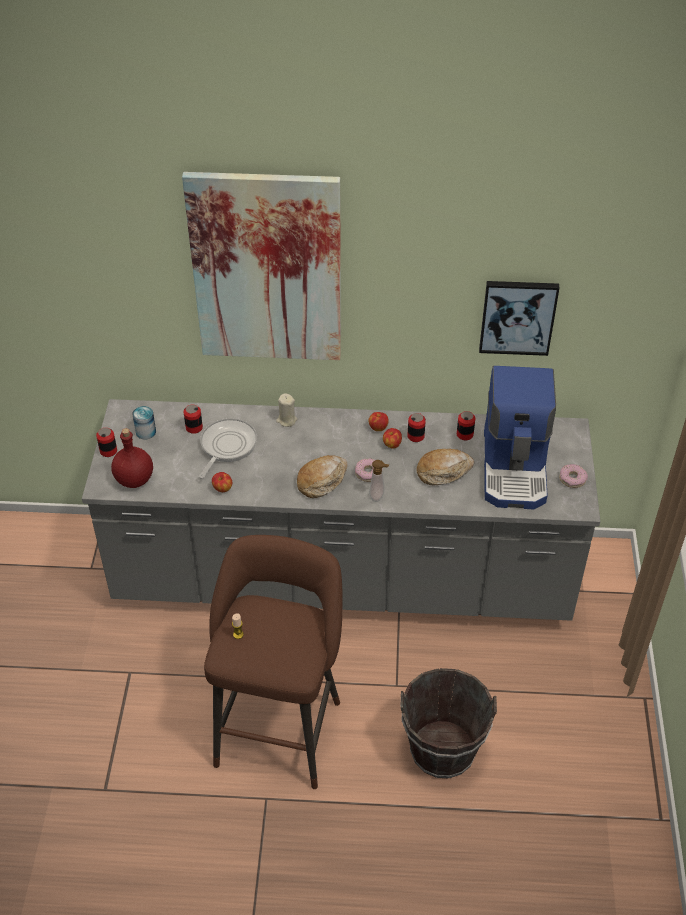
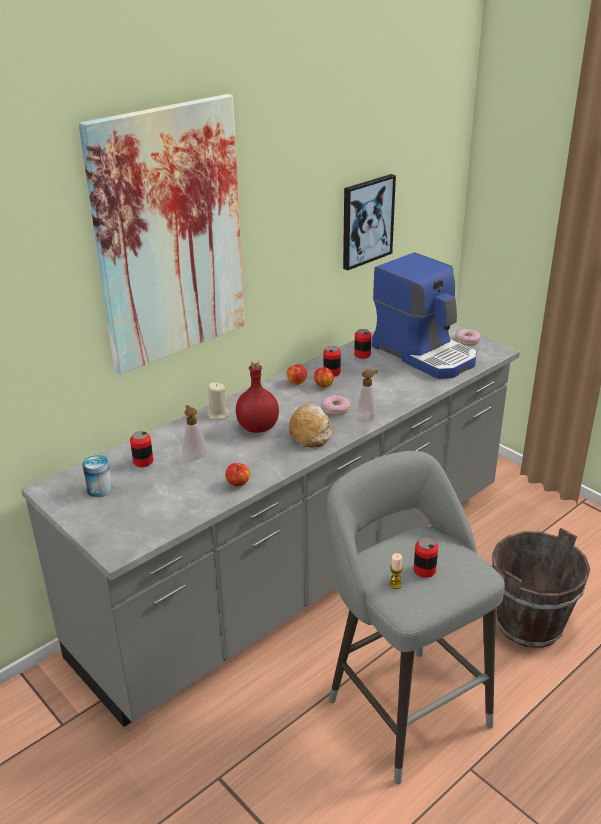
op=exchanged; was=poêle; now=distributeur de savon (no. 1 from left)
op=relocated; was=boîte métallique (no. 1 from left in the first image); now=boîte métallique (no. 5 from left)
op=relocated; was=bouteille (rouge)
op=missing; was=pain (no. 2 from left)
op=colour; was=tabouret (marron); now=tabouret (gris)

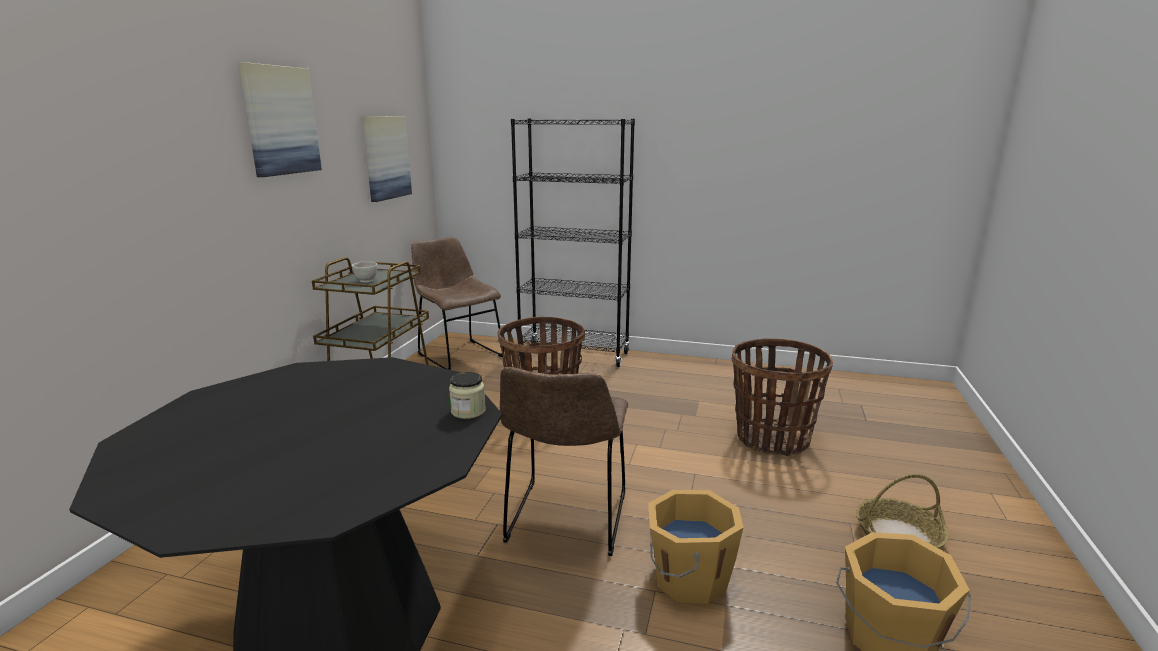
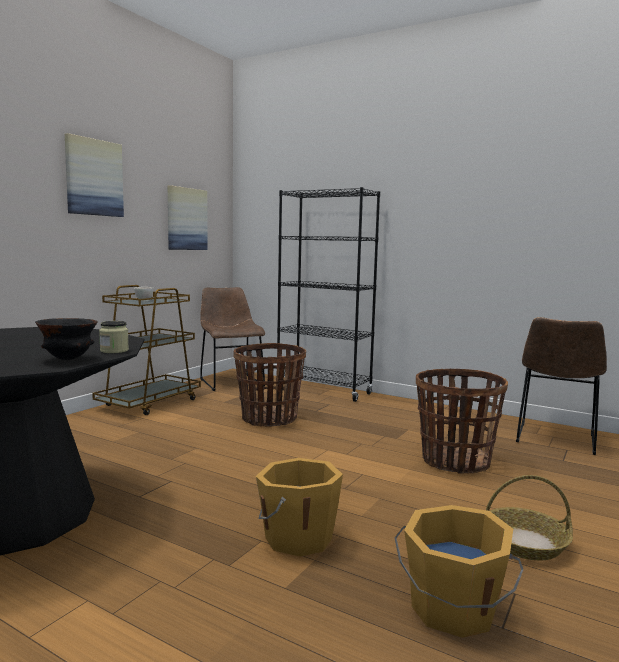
op=relocated; was=chaise (marron) (no. 2 from left)
op=appeared; now=bol (noir)

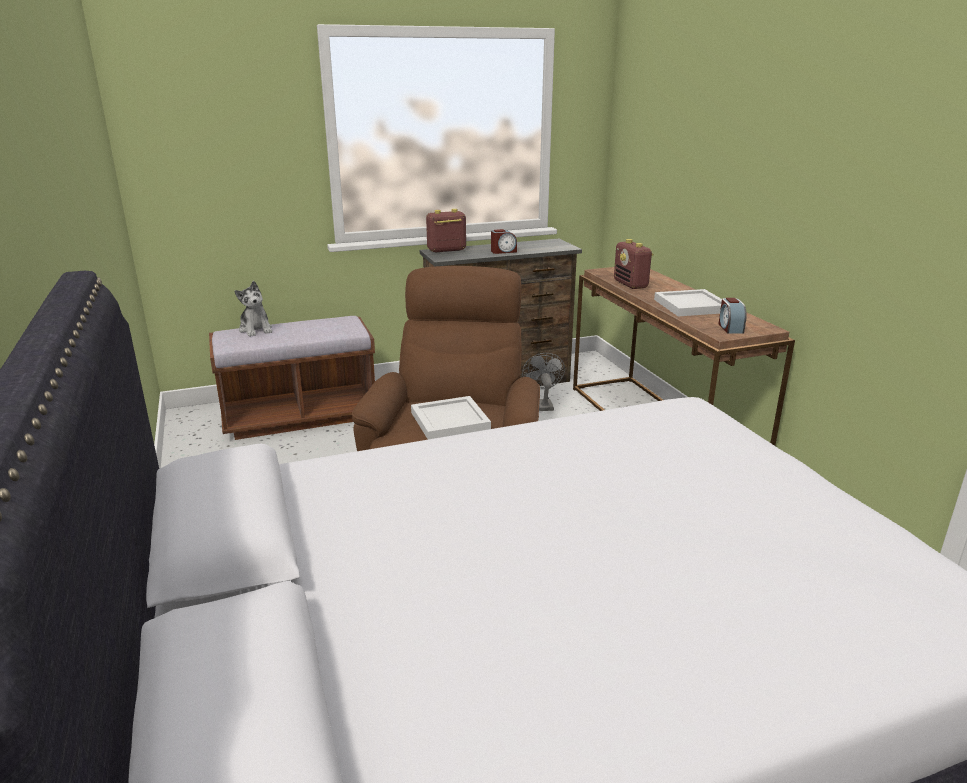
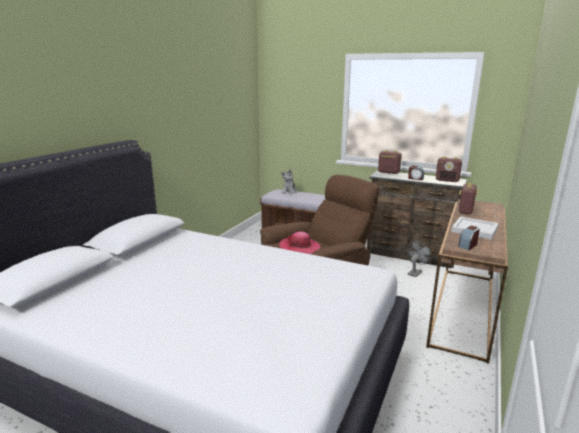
op=exchanged; was=plateau (blanc) (no. 1 from left); now=chapeau
op=appeared; now=radio (no. 2 from left)

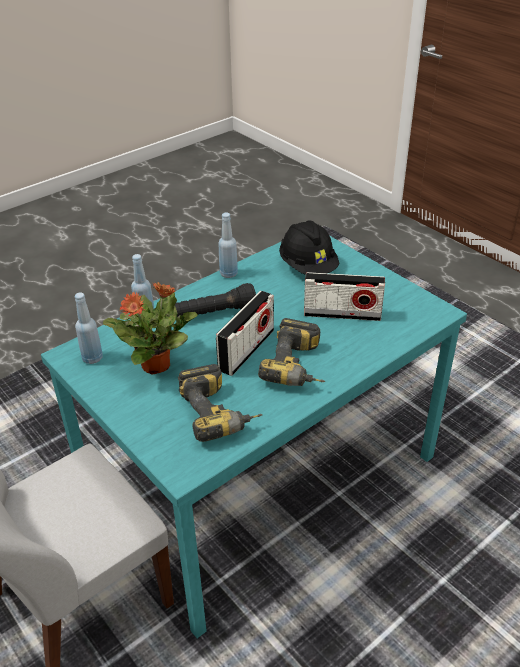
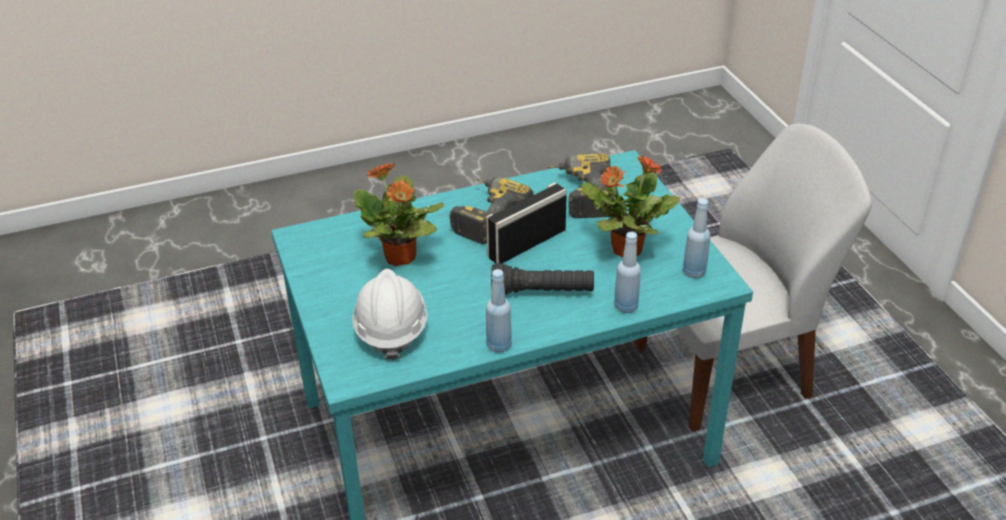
op=colour; was=casque de chantier (noir); now=casque de chantier (blanc)
op=exchanged; was=radio (no. 2 from left); now=plante en pot (no. 1 from left)

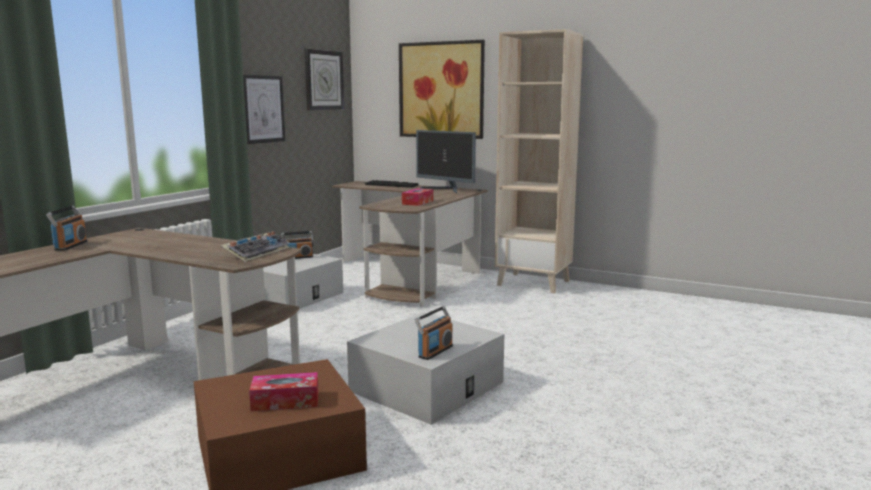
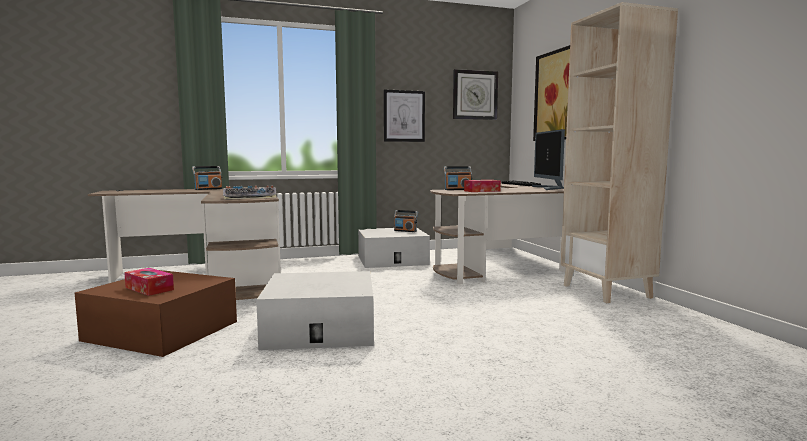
op=relocated; was=radio (no. 3 from left)

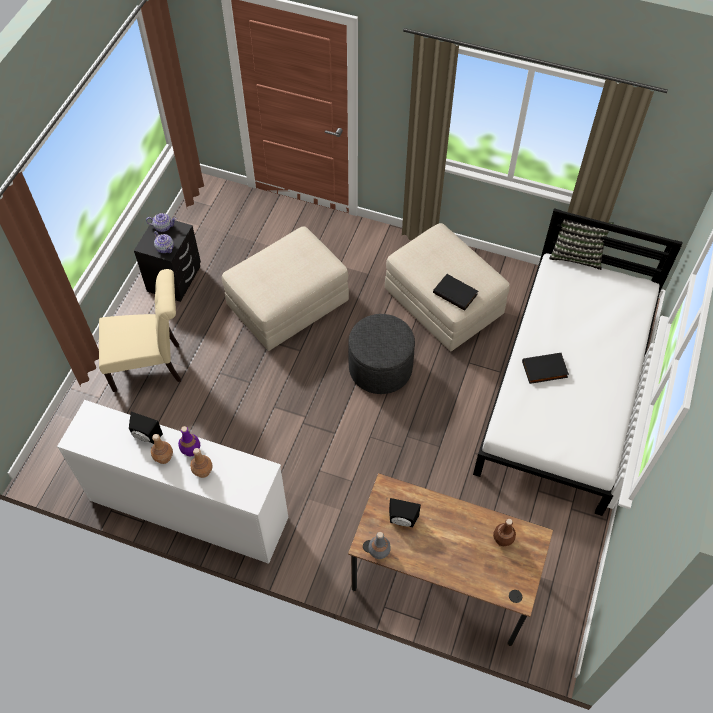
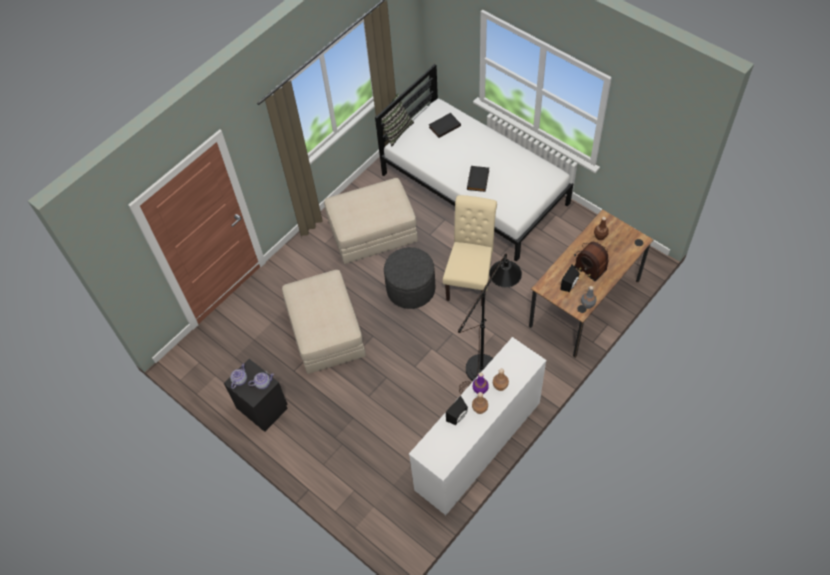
op=relocated; was=chaise (beige)
op=relocated; was=livre (noir) (no. 1 from left)
op=appeared; now=radio
op=appeared; now=lampadaire (noir)

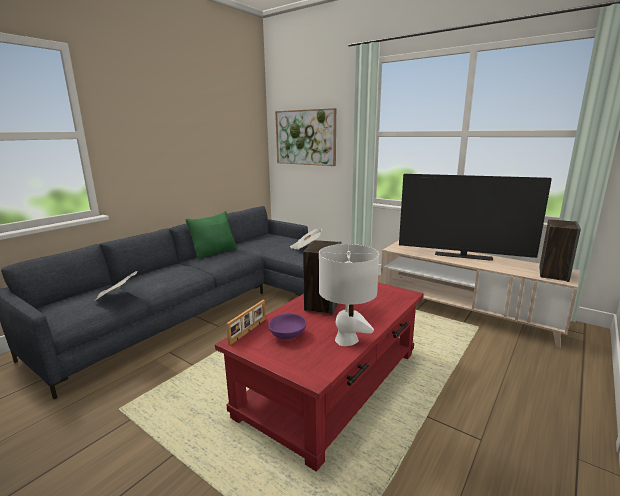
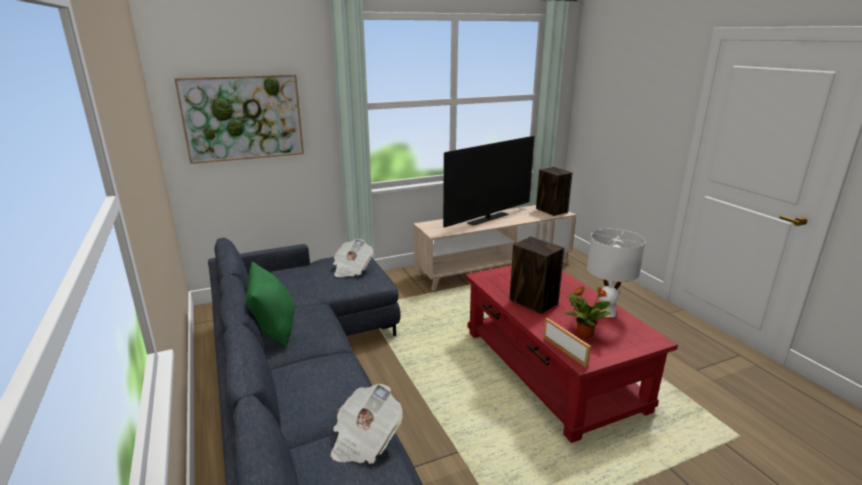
op=exchanged; was=bol (violet); now=plante en pot

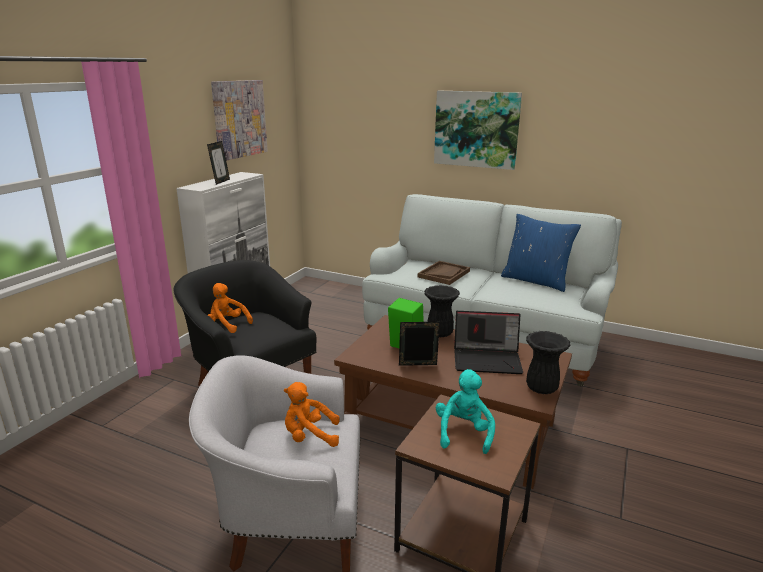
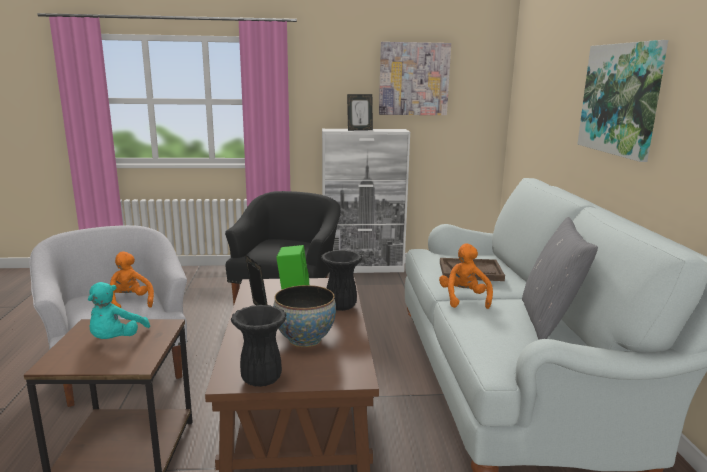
op=colour; was=coussin (bleu); now=coussin (gris)
op=relocated; was=peluche (orange) (no. 1 from left in the first image); now=peluche (orange) (no. 2 from left)
op=exchanged; was=ordinateur portable; now=bol
op=spun; was=peluche (turquoise); clockwise=120

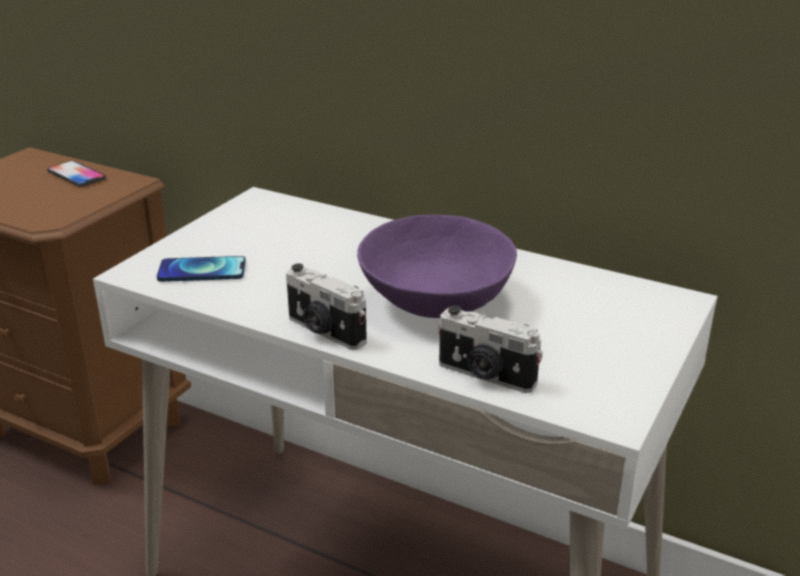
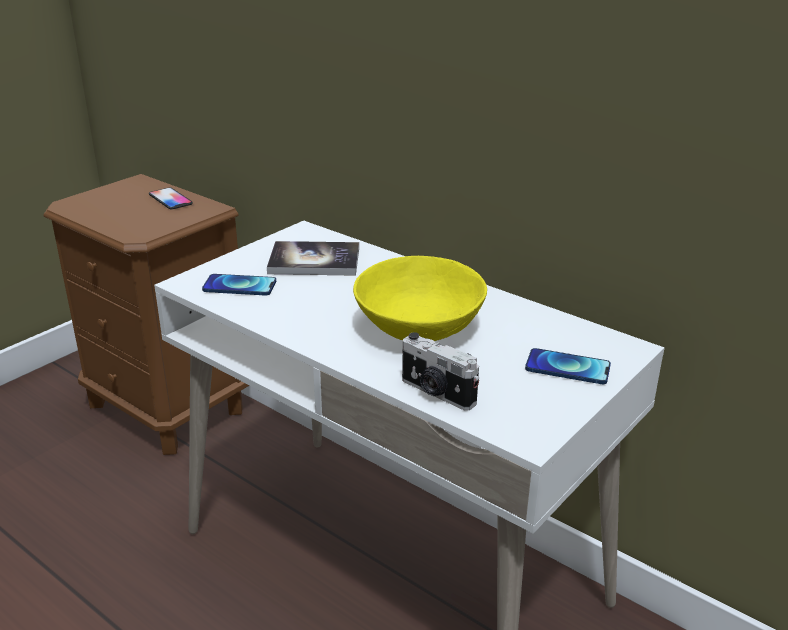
op=colour; was=bol (violet); now=bol (jaune)
op=missing; was=appareil photo (no. 1 from left)
op=appeared; now=livre
op=appeared; now=téléphone (no. 3 from left)

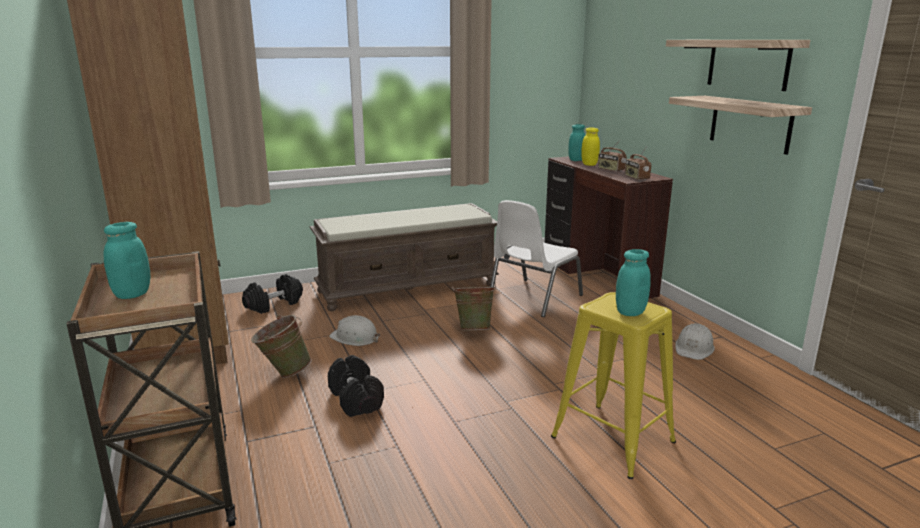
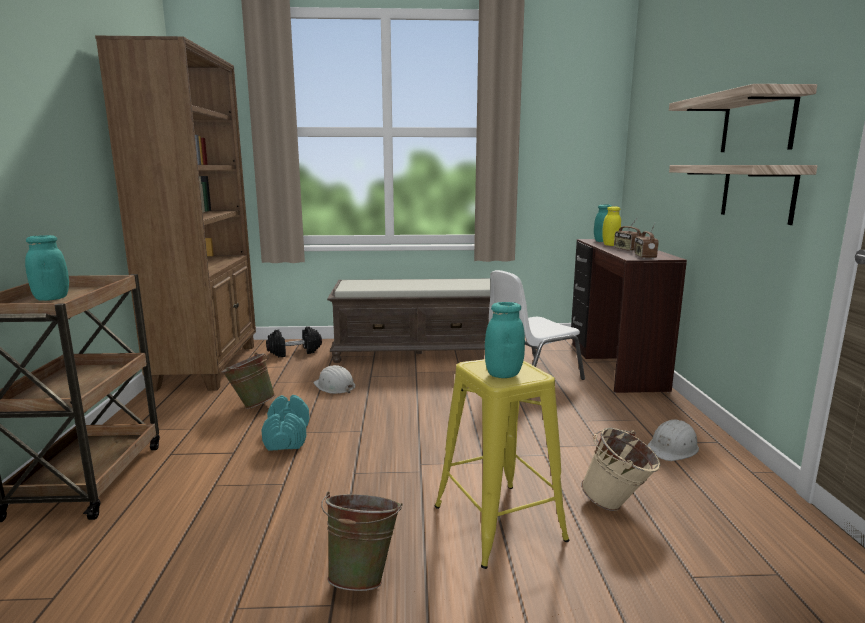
op=relocated; was=seau (vert) (no. 2 from left)
op=colour; was=haltère (noir) (no. 2 from left); now=haltère (turquoise)
op=appeared; now=seau (beige)

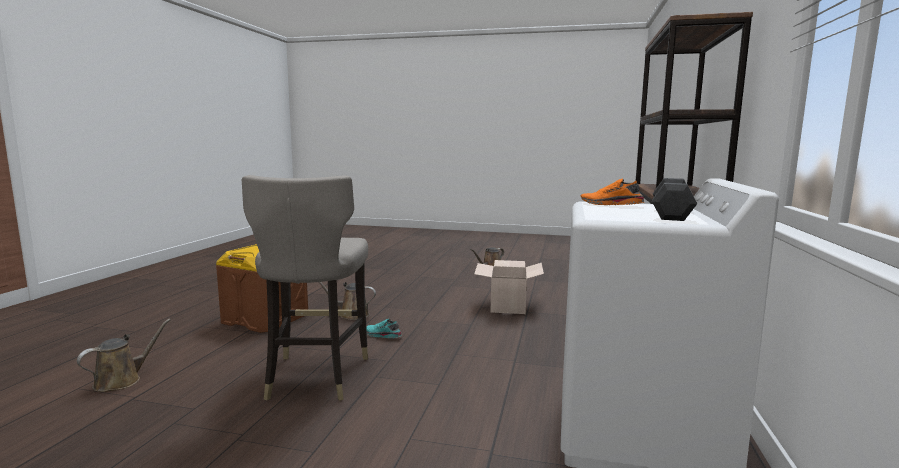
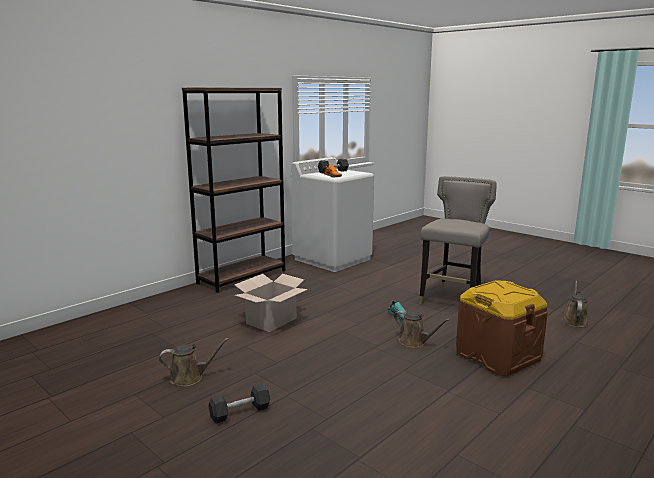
op=spun; was=arrosoir (marron) (no. 1 from left in the first image); clockwise=135
op=appeared; now=haltère (noir) (no. 1 from left)

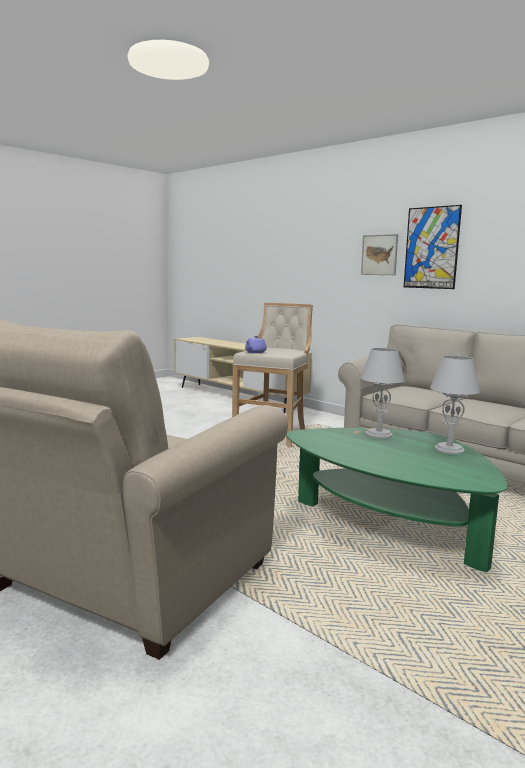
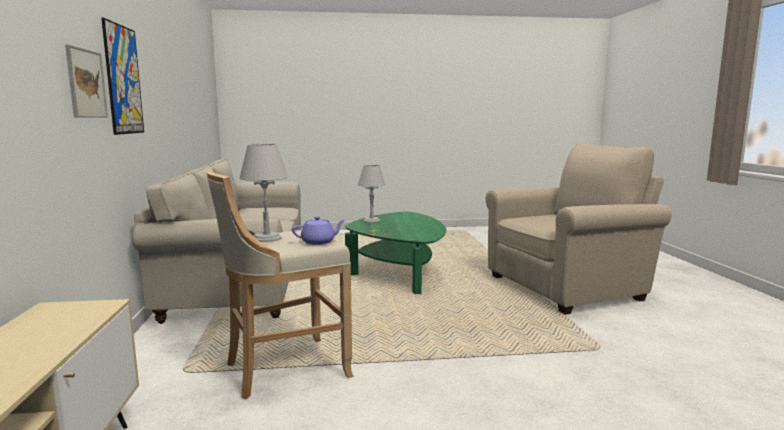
op=relocated; was=lampe de table (gris) (no. 1 from left)

